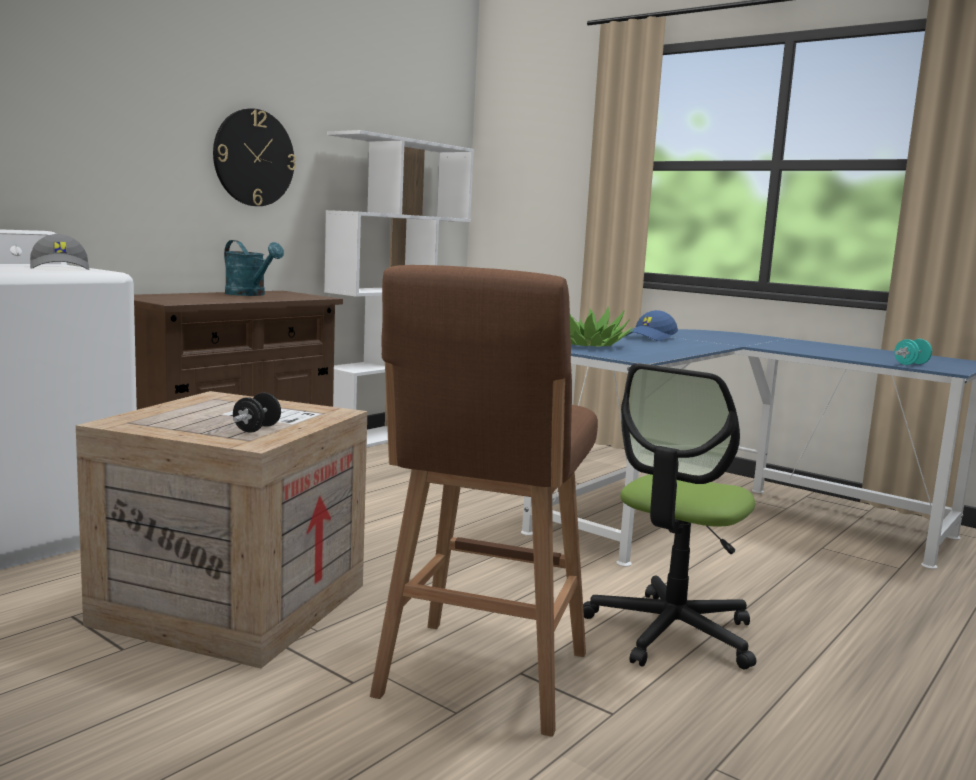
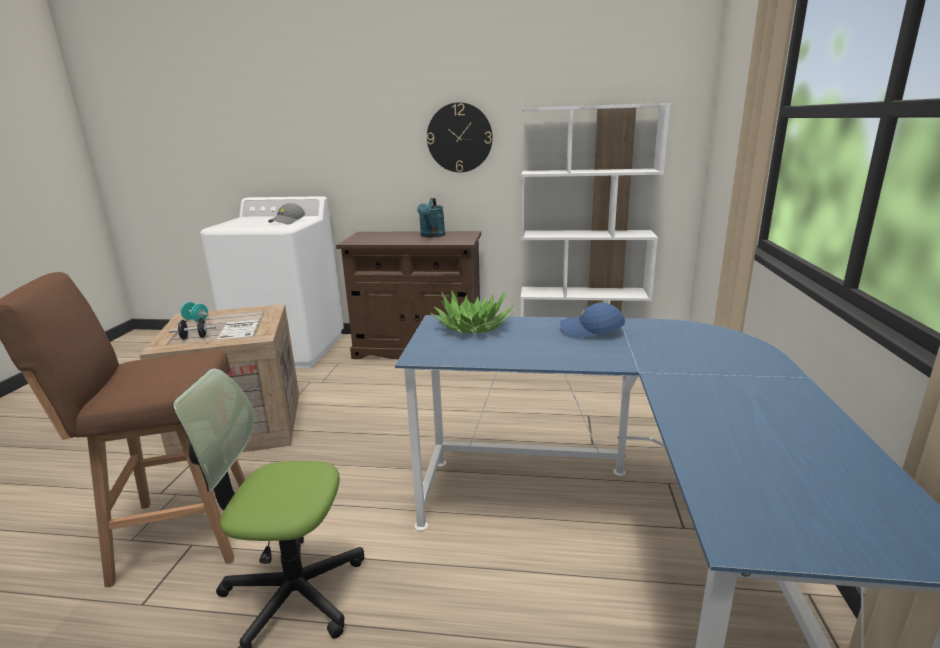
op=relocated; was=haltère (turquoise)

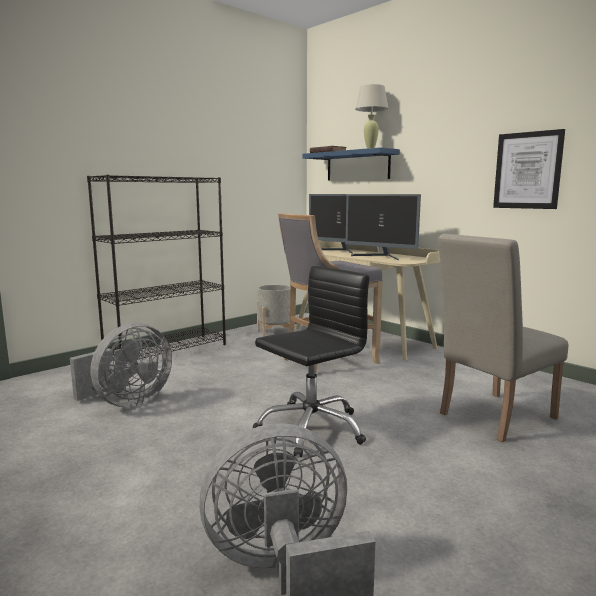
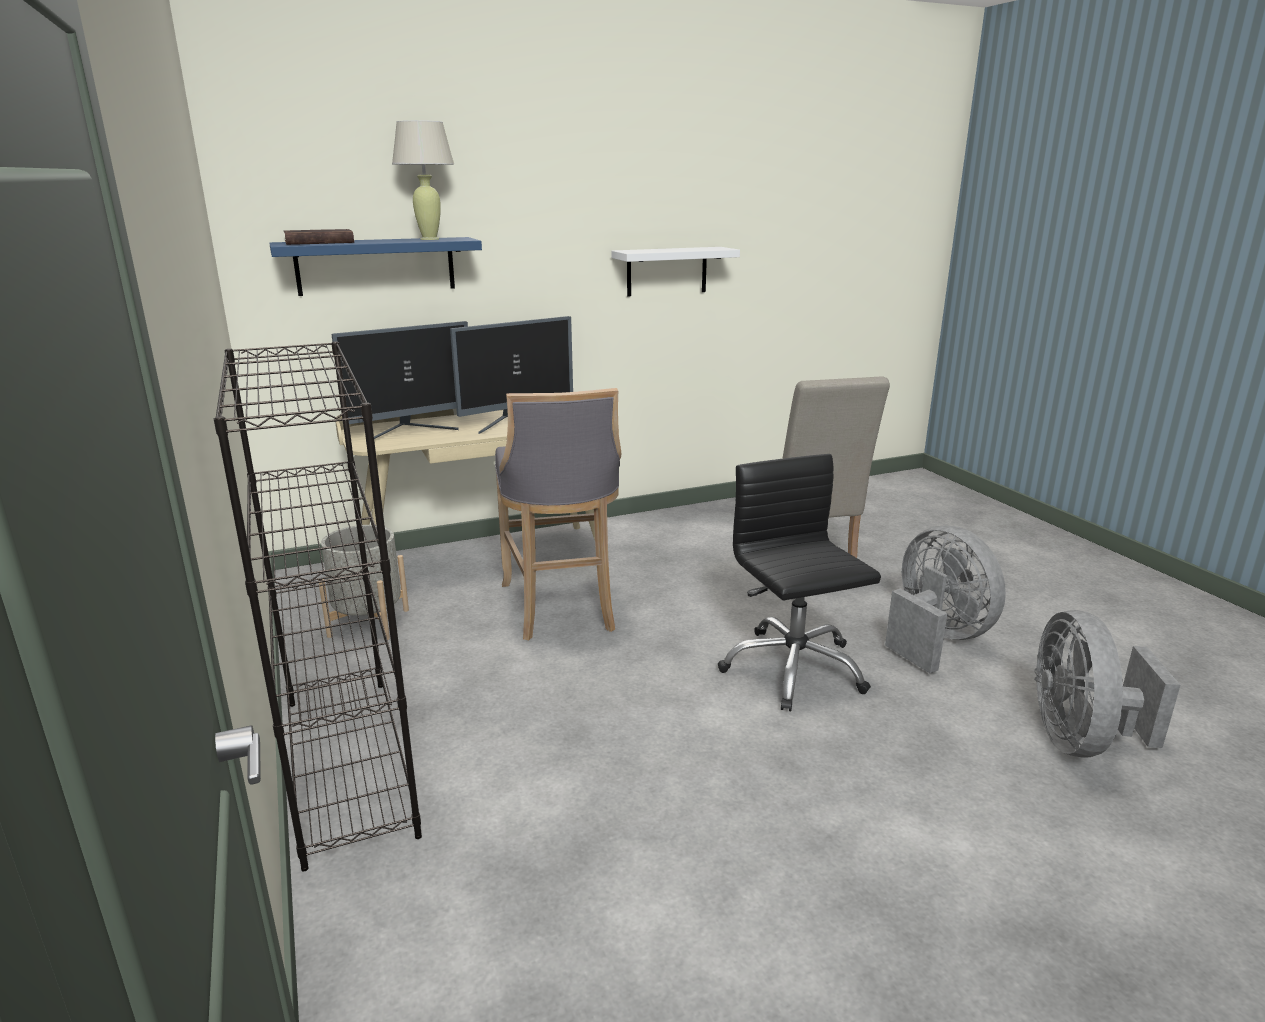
op=exchanged; was=tableau; now=étagère (blanc)
op=relocated; was=ventilateur (gris) (no. 1 from left)

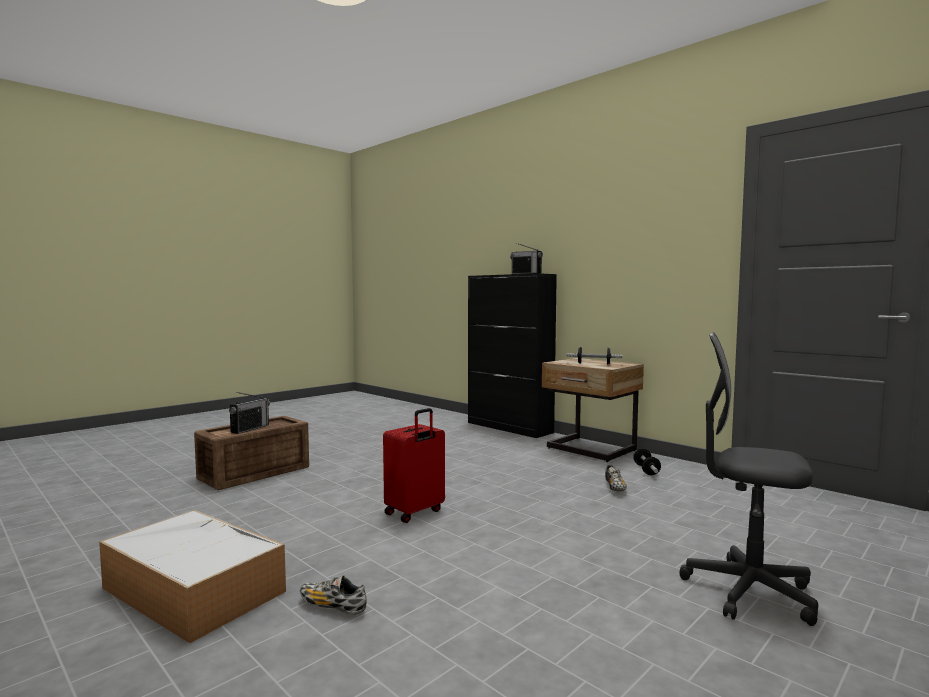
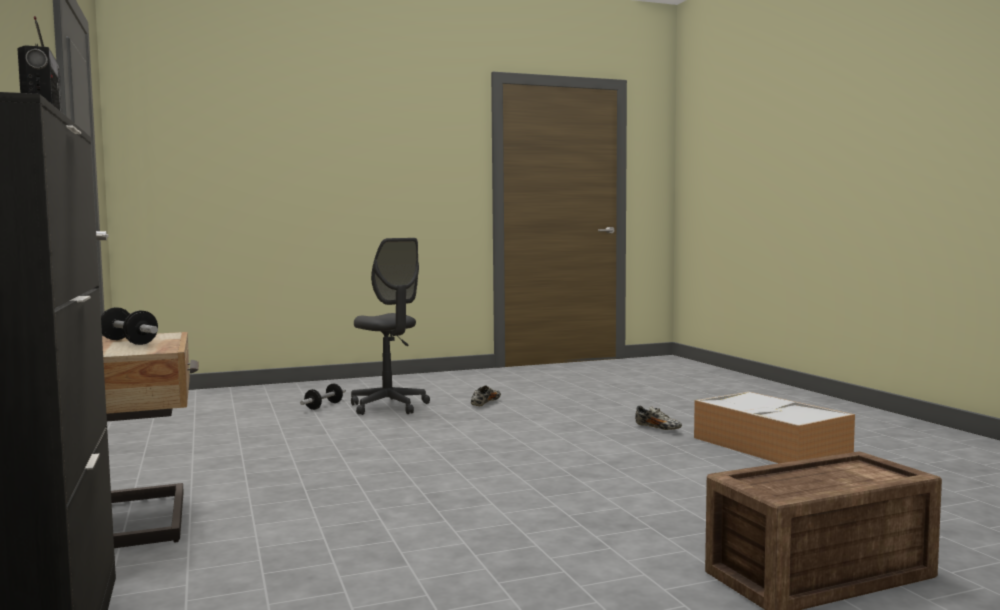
op=missing; was=radio (no. 1 from left)
op=missing; was=valise (rouge)
op=relocated; was=haltère (no. 2 from left)
op=relocated; was=chaussure (no. 2 from left in the first image); now=chaussure (no. 1 from left)

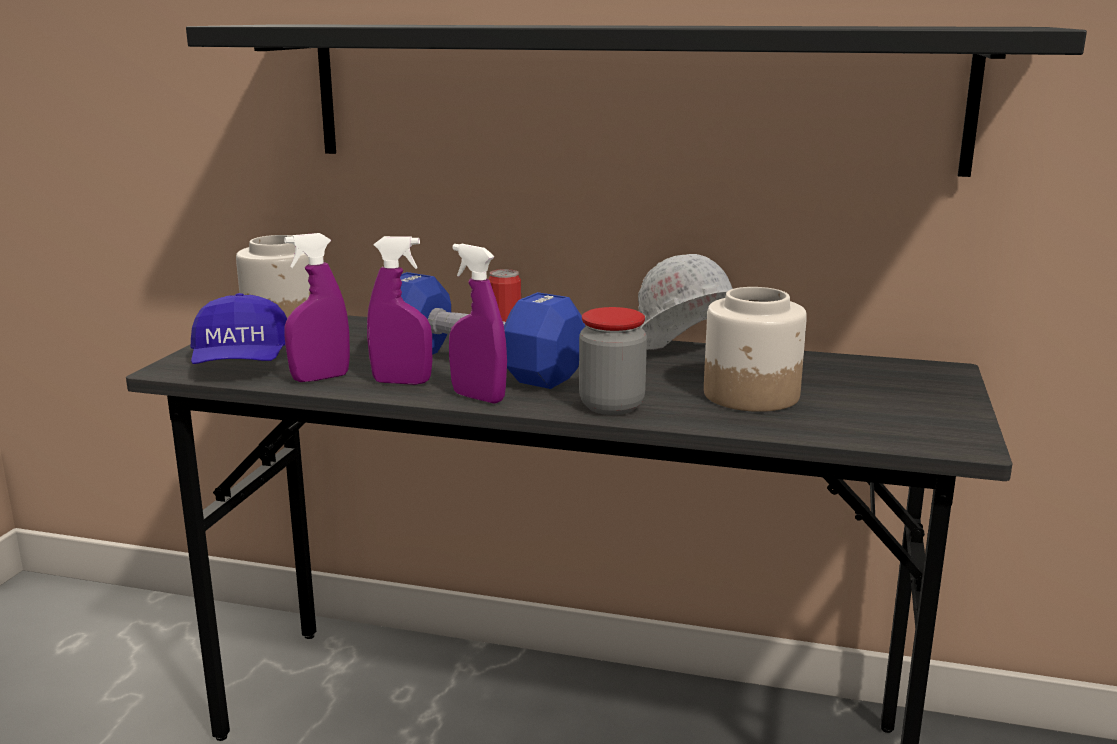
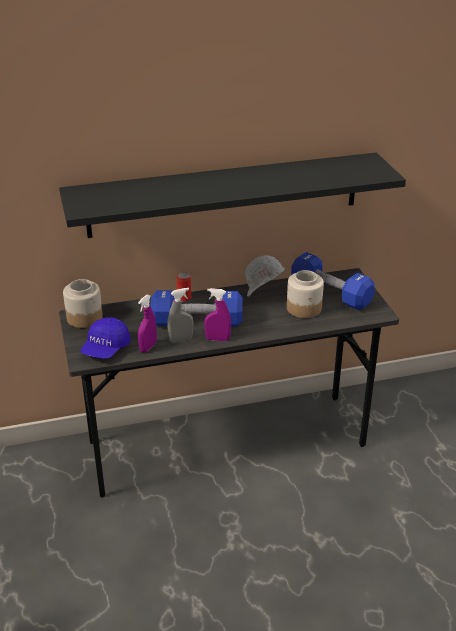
op=colour; was=vaporisateur (violet) (no. 2 from left); now=vaporisateur (gris)
op=spun; was=casquette (bleu); clockwise=60
op=missing; was=bocal (no. 2 from left)
op=appeared; now=haltère (bleu) (no. 2 from left)

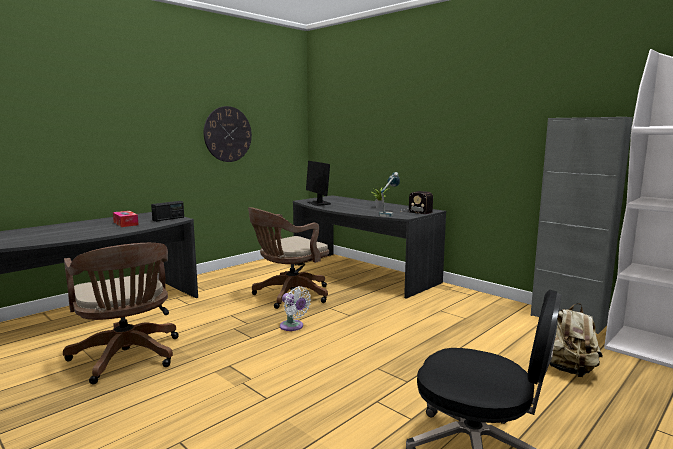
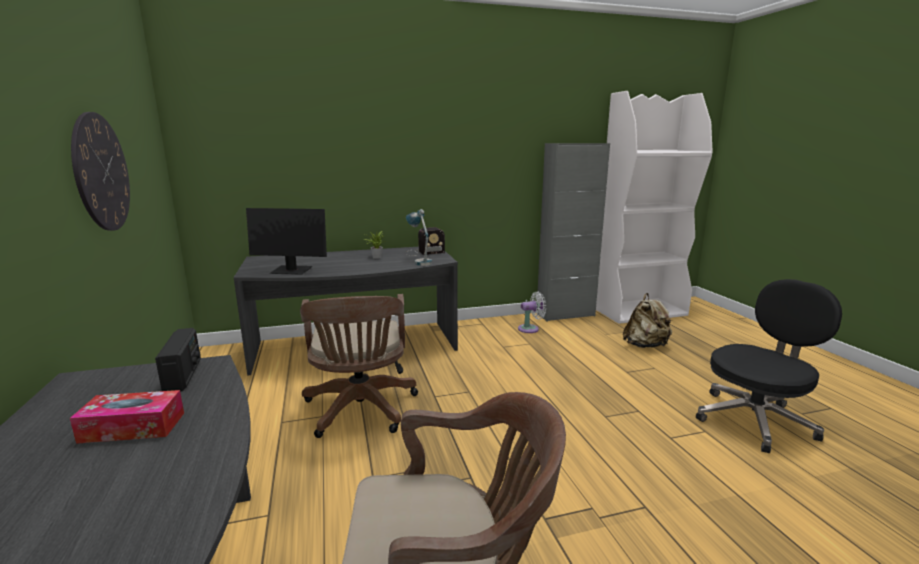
op=relocated; was=ventilateur (blanc)

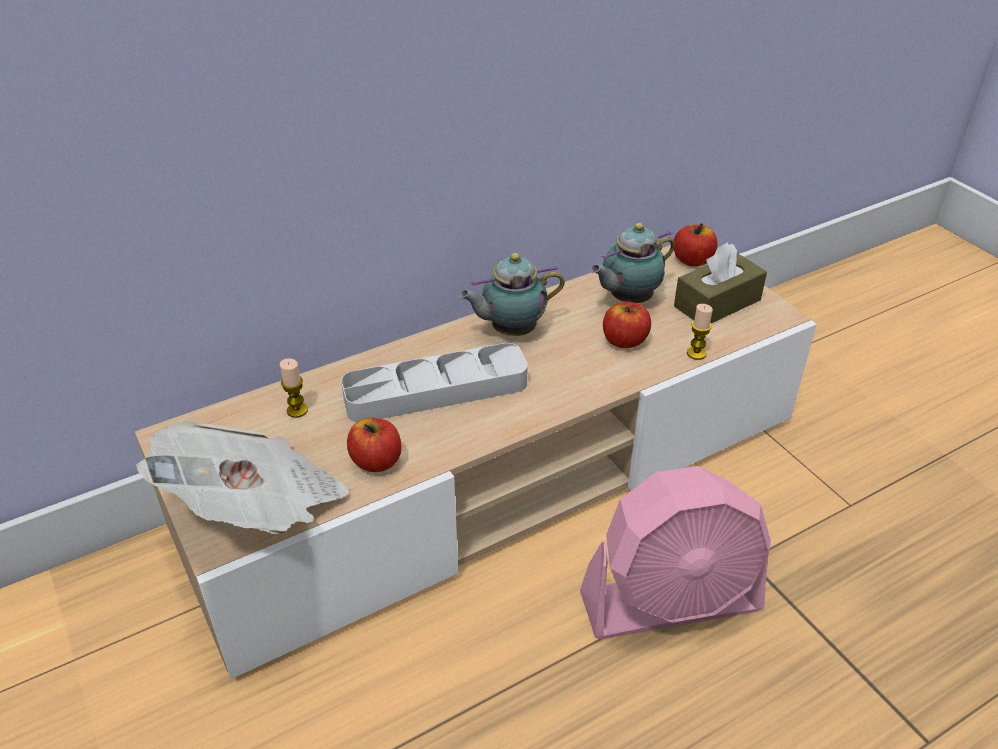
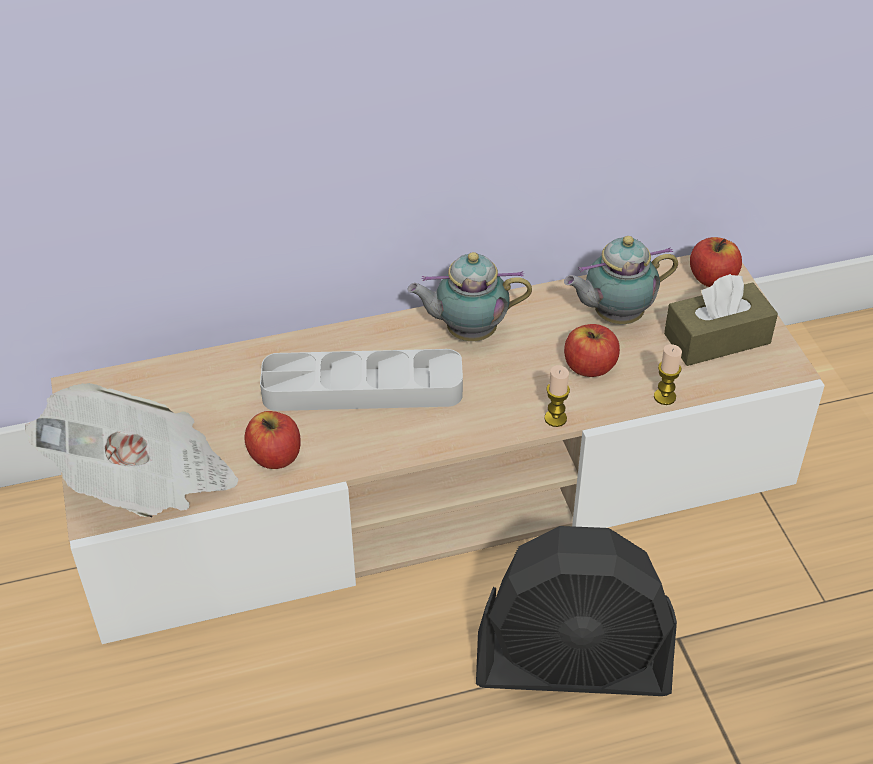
op=relocated; was=bougie (no. 1 from left)
op=colour; was=ventilateur (rose); now=ventilateur (noir)

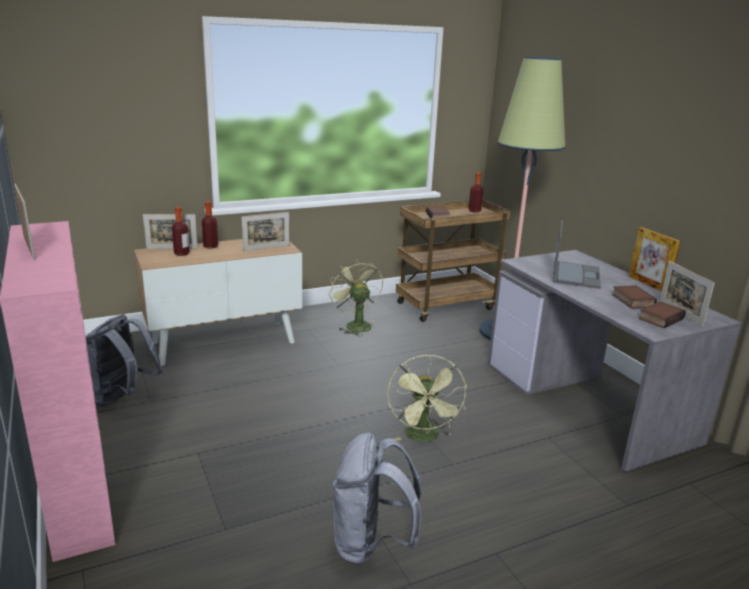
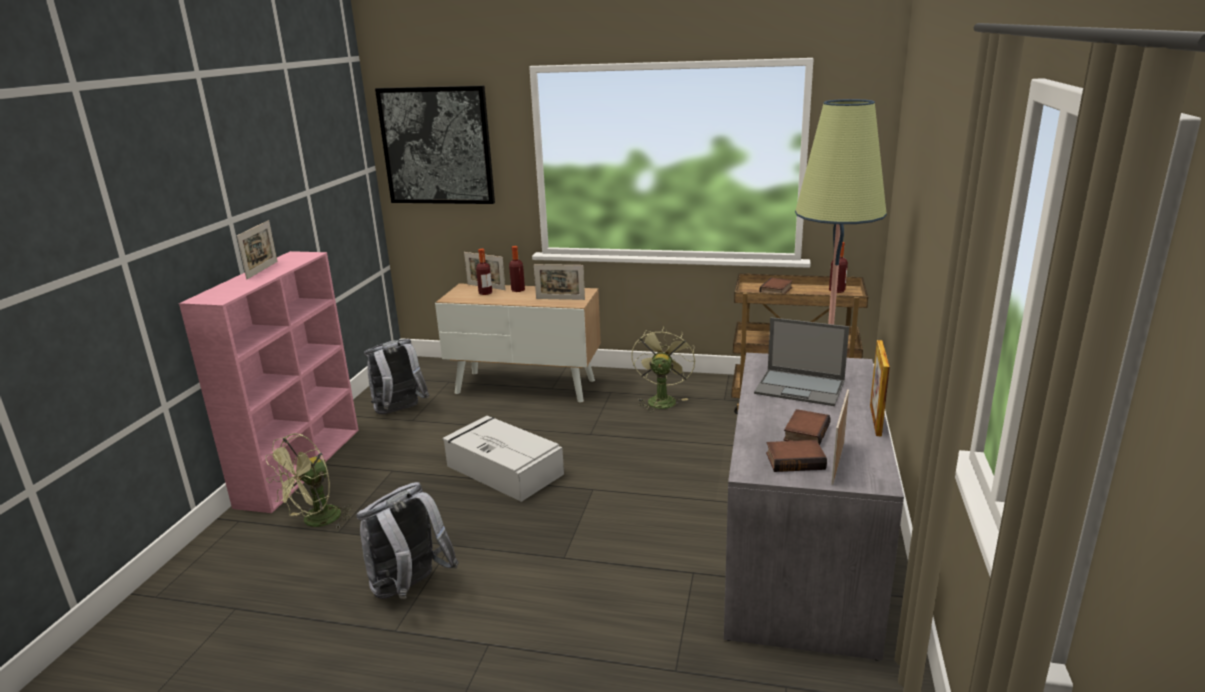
op=spun; was=ordinateur portable; clockwise=60
op=relocated; was=ventilateur (vert) (no. 2 from left in the first image); now=ventilateur (vert) (no. 1 from left)
op=appeared; now=tableau
op=appeared; now=boîte de rangement (gris)

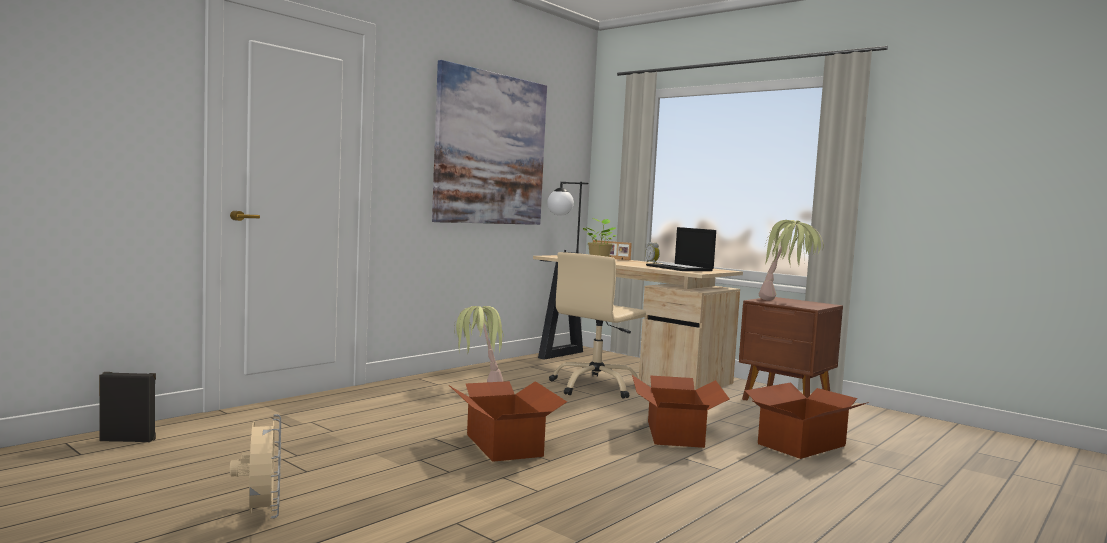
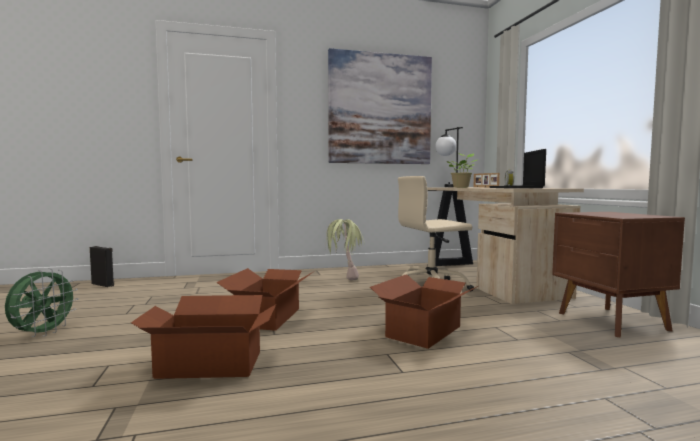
op=missing; was=plante en pot (no. 3 from left)
op=relocated; was=carton (no. 3 from left in the first image); now=carton (no. 1 from left)
op=colour; was=ventilateur (beige); now=ventilateur (vert)

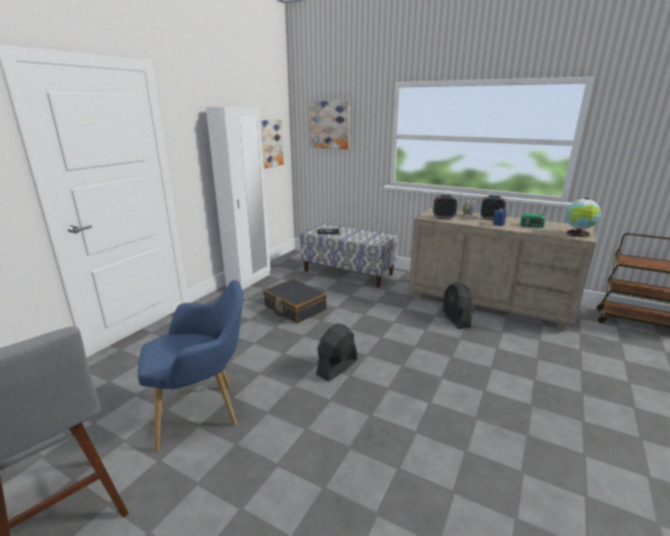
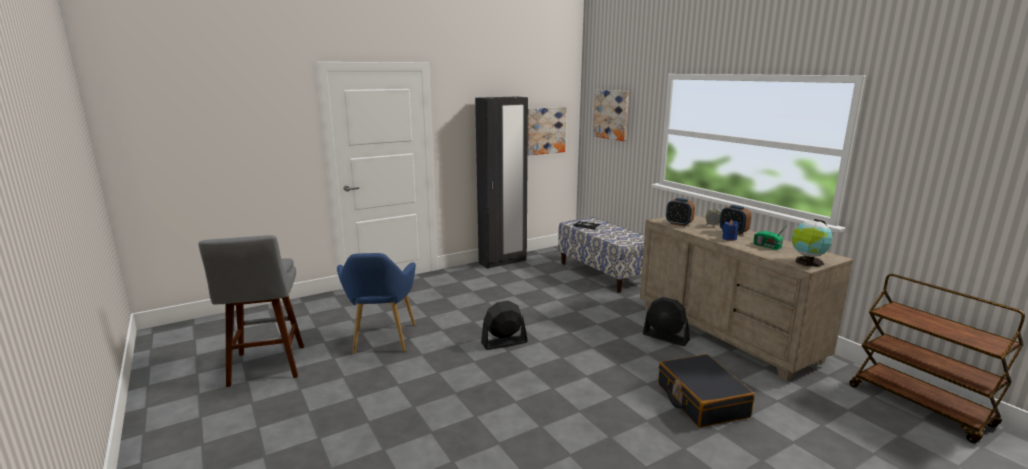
op=colour; was=armoire (blanc); now=armoire (noir)
op=relocated; was=valise (noir)
op=spun; was=fauteuil (bleu); clockwise=75
op=spun; was=ventilateur (noir) (no. 2 from left); clockwise=-75

